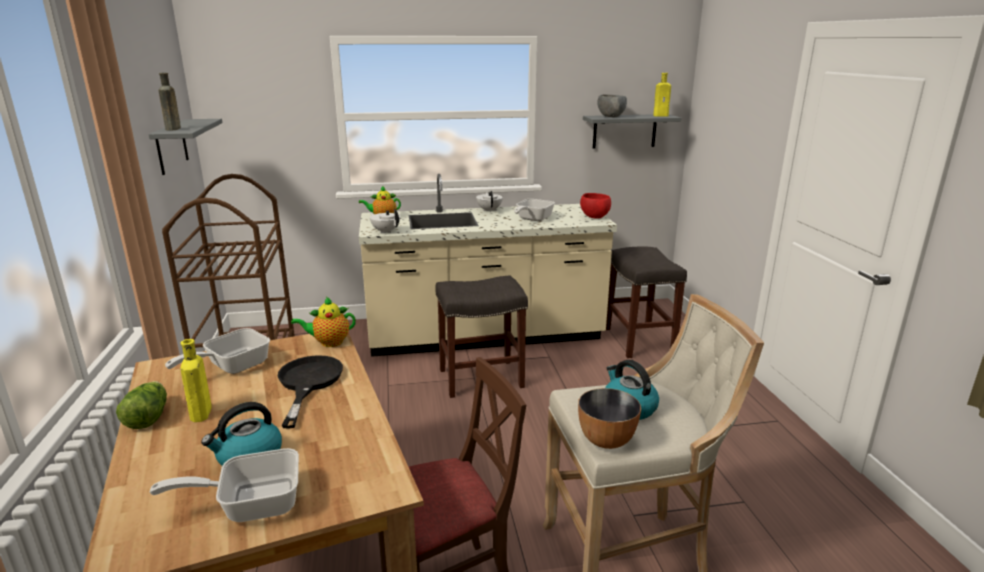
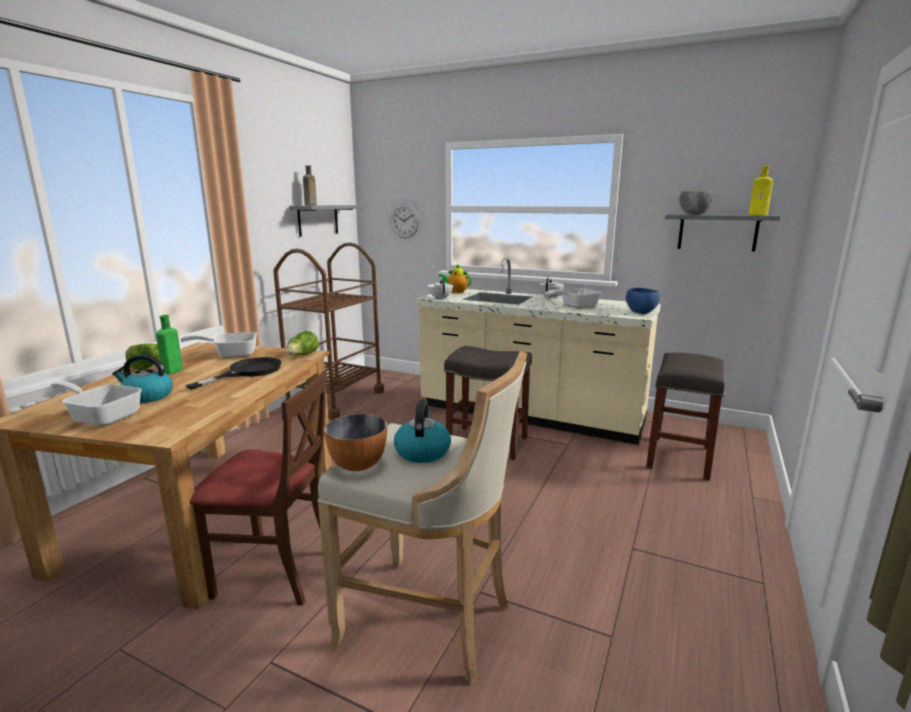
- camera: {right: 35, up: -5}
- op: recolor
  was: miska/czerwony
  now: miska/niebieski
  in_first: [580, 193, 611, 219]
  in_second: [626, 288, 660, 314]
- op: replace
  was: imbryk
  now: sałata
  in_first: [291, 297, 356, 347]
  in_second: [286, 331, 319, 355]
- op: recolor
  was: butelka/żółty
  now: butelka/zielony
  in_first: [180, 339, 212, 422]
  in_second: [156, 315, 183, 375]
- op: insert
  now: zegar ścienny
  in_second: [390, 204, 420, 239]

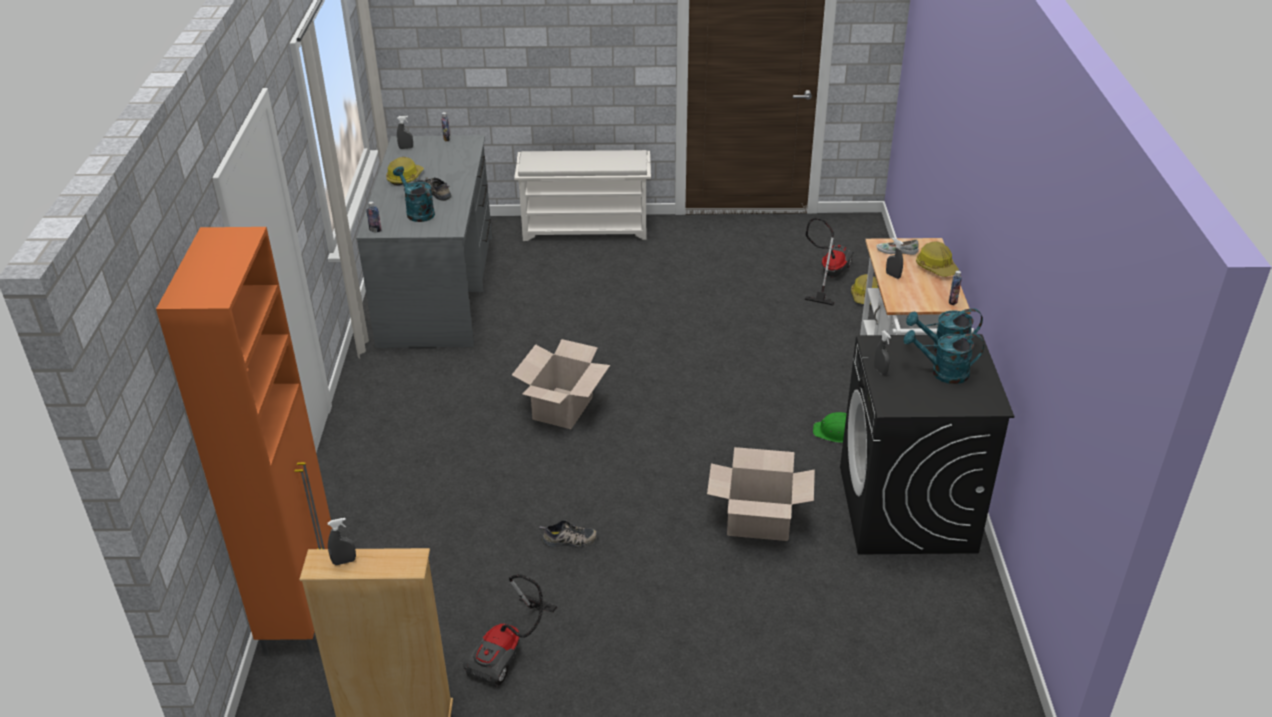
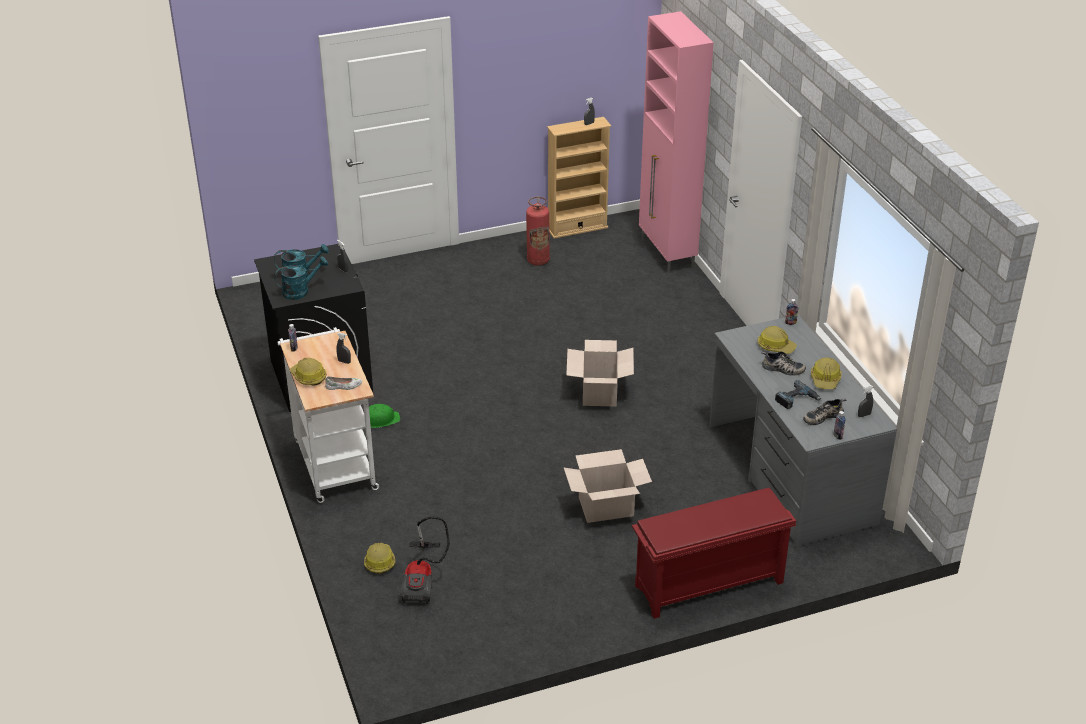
- camera: {right: 160, up: 0}
- op: recolor
  was: regał na buty/biały
  now: regał na buty/czerwony
  in_first: [514, 150, 651, 241]
  in_second: [632, 488, 796, 619]
- op: replace
  was: konewka/turkusowy
  now: kask
  in_first: [393, 166, 435, 222]
  in_second: [757, 326, 797, 354]
- op: recolor
  was: szafka/pomarańczowy
  now: szafka/różowy
  in_first: [156, 227, 332, 656]
  in_second: [639, 11, 714, 274]
- op: move
  was: karton
  in_first: [707, 447, 815, 541]
  in_second: [564, 449, 652, 523]
- op: move
  was: but
  in_first: [539, 520, 597, 548]
  in_second: [803, 399, 846, 425]
- op: replace
  was: odkurzacz
  now: gaśnica
  in_first: [463, 574, 557, 687]
  in_second: [526, 196, 550, 266]
- op: insert
  now: wiertarka
  in_second: [775, 380, 821, 409]

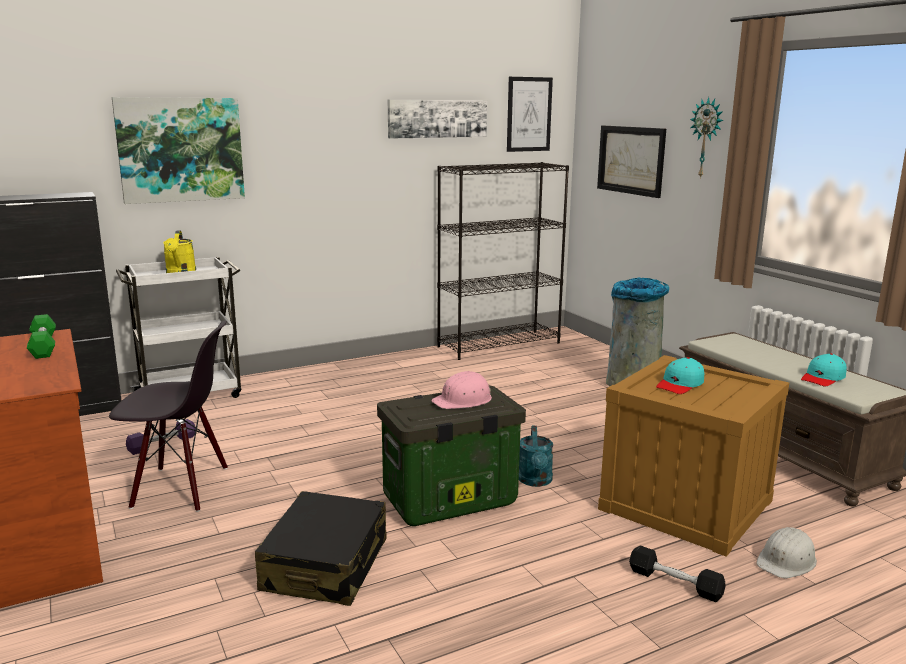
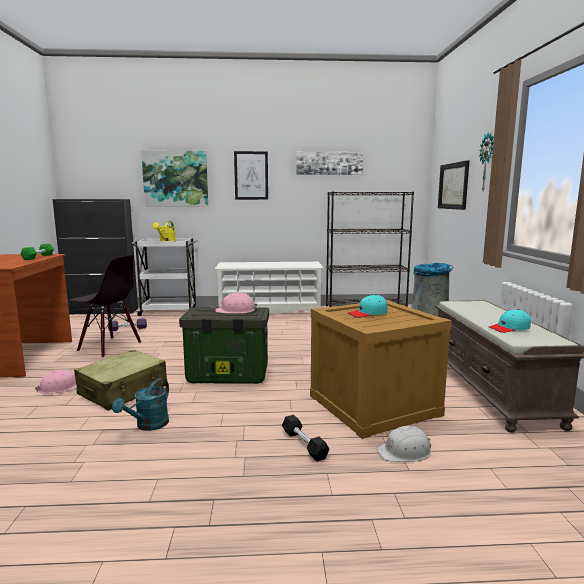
- camera: {right: 25, up: -5}
- op: move
  was: obraz
  in_first: [507, 77, 553, 152]
  in_second: [234, 151, 268, 200]
- op: move
  was: konewka/turkusowy
  in_first: [519, 426, 553, 487]
  in_second: [112, 378, 169, 431]
- op: recolor
  was: walizka/czarny
  now: walizka/beżowy
  in_first: [255, 491, 386, 606]
  in_second: [74, 350, 167, 411]
- op: insert
  now: regał na buty/biały
  in_second: [215, 262, 324, 314]
- op: insert
  now: kask/różowy
  in_second: [35, 370, 77, 394]

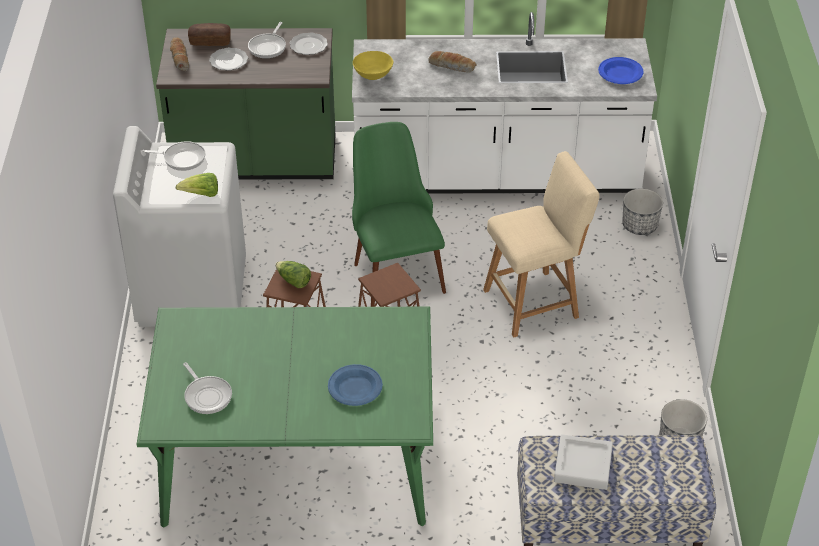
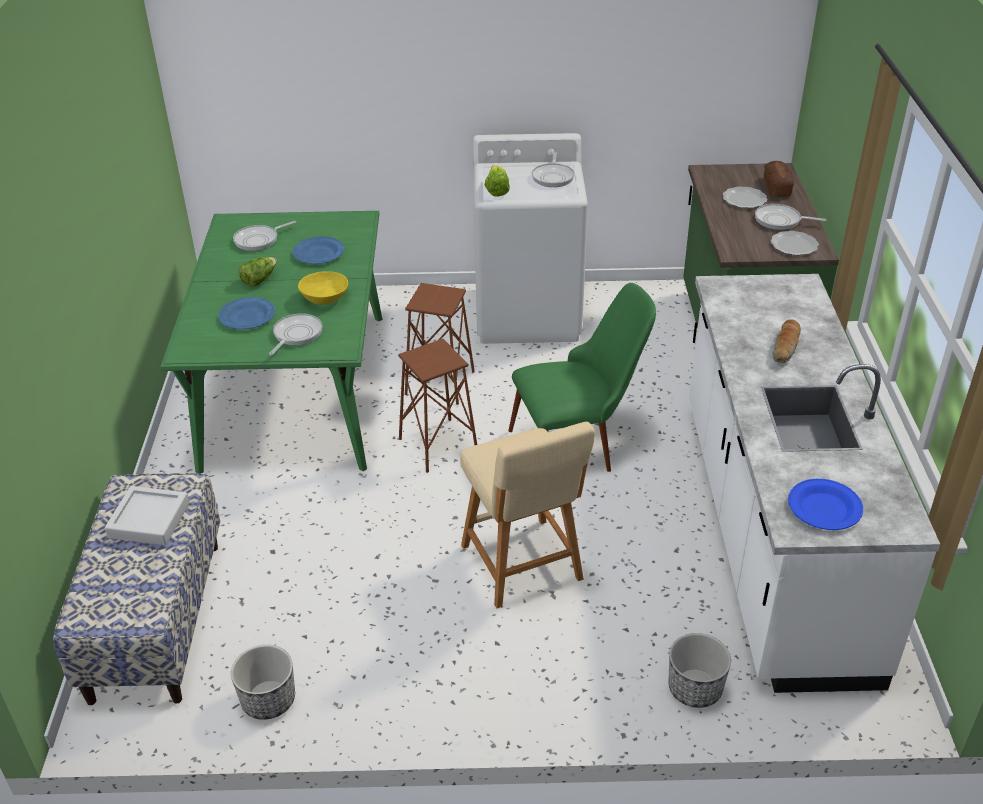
- camera: {right: 90, up: -5}
- op: delete
  was: chleb
  in_first: [170, 37, 189, 71]
- op: move
  was: miska/żółty
  in_first: [353, 51, 393, 80]
  in_second: [298, 271, 348, 305]
- op: move
  was: sałata
  in_first: [275, 261, 311, 288]
  in_second: [238, 257, 277, 287]
- op: insert
  now: talerz/niebieski
  in_second: [292, 236, 344, 264]
- op: insert
  now: patelnia
  in_second: [269, 313, 322, 355]

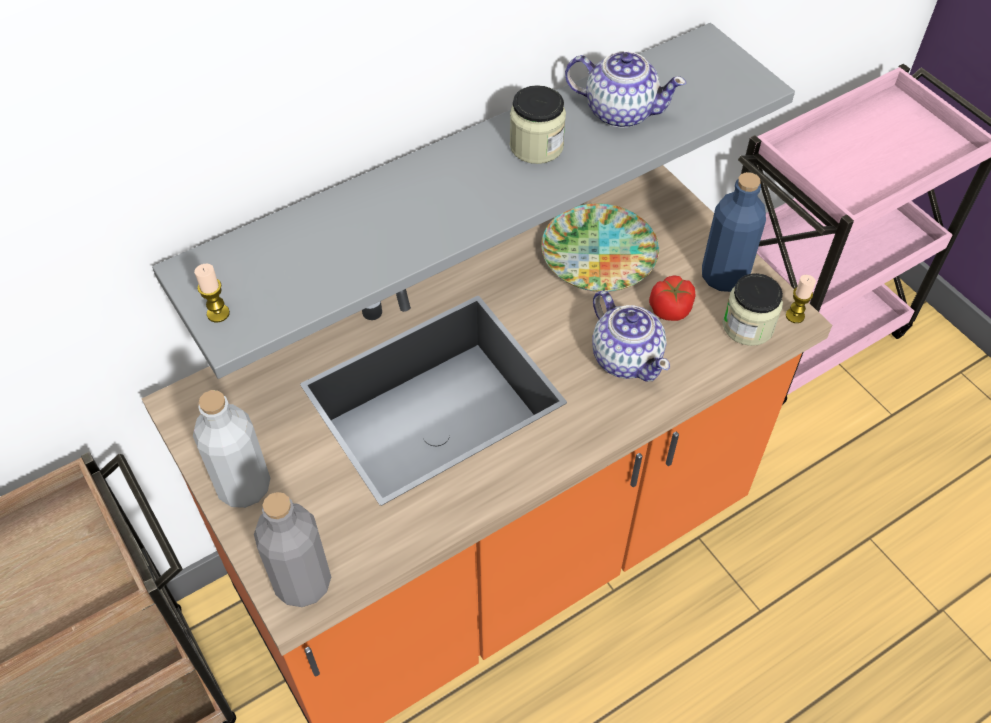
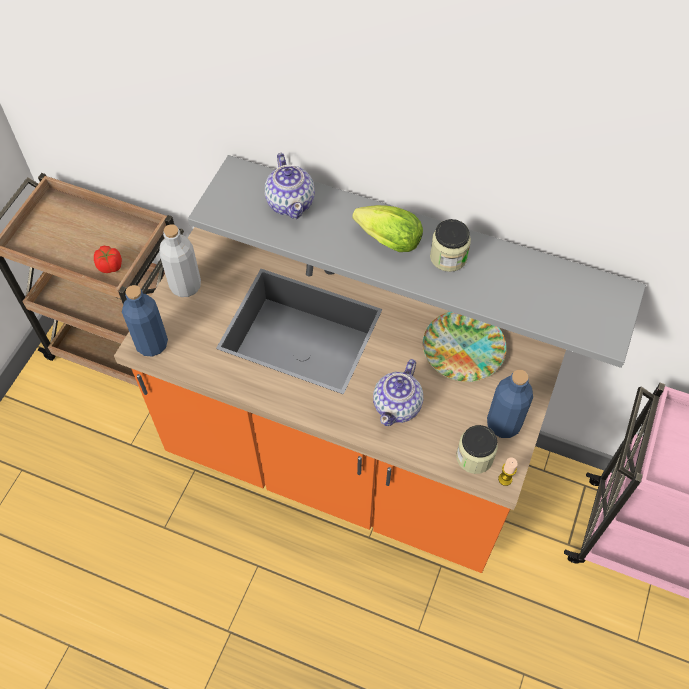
- camera: {right: 55, up: 5}
- op: move
  was: imbryk
  in_first: [565, 51, 686, 128]
  in_second: [265, 153, 315, 219]
- op: delete
  was: świeca
  in_first: [194, 264, 230, 322]
- op: move
  was: pomidor
  in_first: [649, 275, 695, 321]
  in_second: [94, 246, 122, 273]
- op: recolor
  was: butelka/szary
  now: butelka/niebieski
  in_first: [254, 492, 331, 607]
  in_second: [122, 285, 168, 357]
- op: insert
  now: sałata
  in_second: [352, 205, 423, 252]

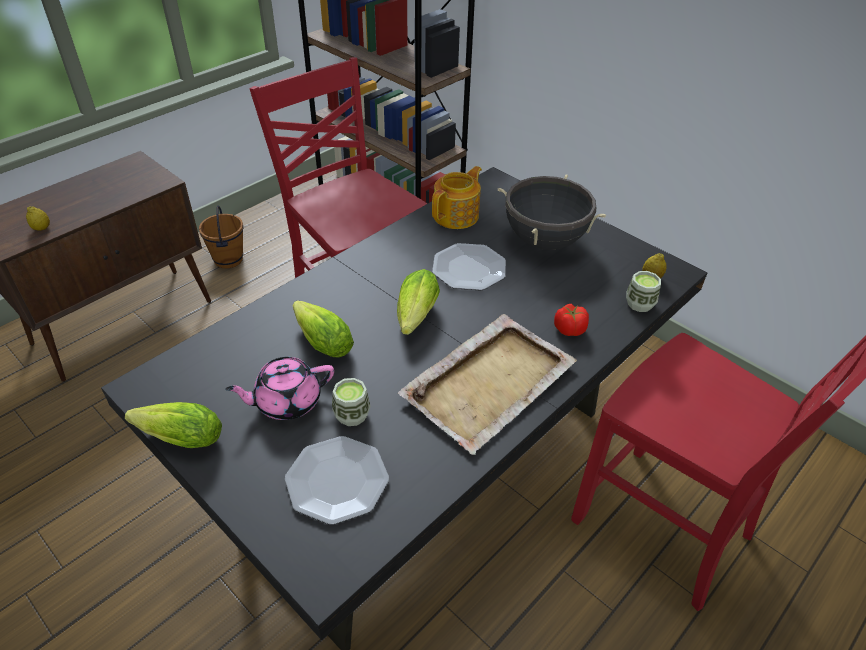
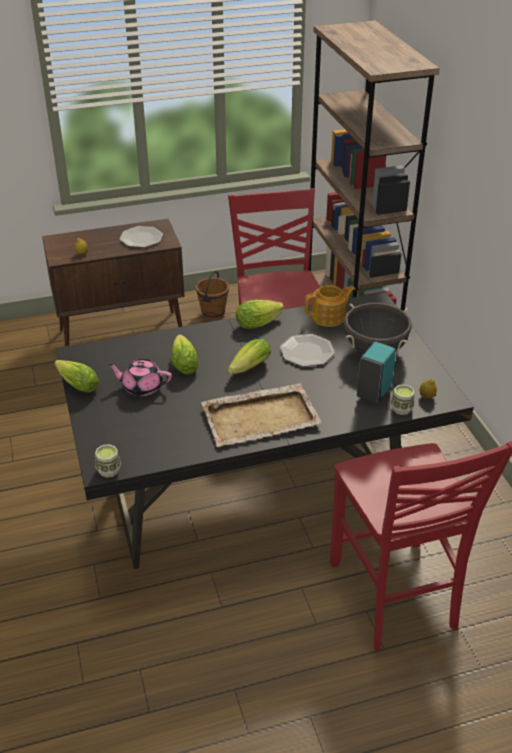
- camera: {right: 30, up: -5}
- op: delete
  was: pomidor
  in_first: [554, 304, 589, 336]
- op: move
  was: filiżanka
  in_first: [332, 378, 371, 426]
  in_second: [95, 444, 121, 478]
- op: move
  was: talerz
  in_first: [285, 436, 389, 525]
  in_second: [120, 226, 163, 248]
- op: insert
  now: sałata
  in_second: [236, 300, 284, 329]
- op: insert
  now: dozownik mydła/turkusowy
  in_second: [357, 342, 396, 404]

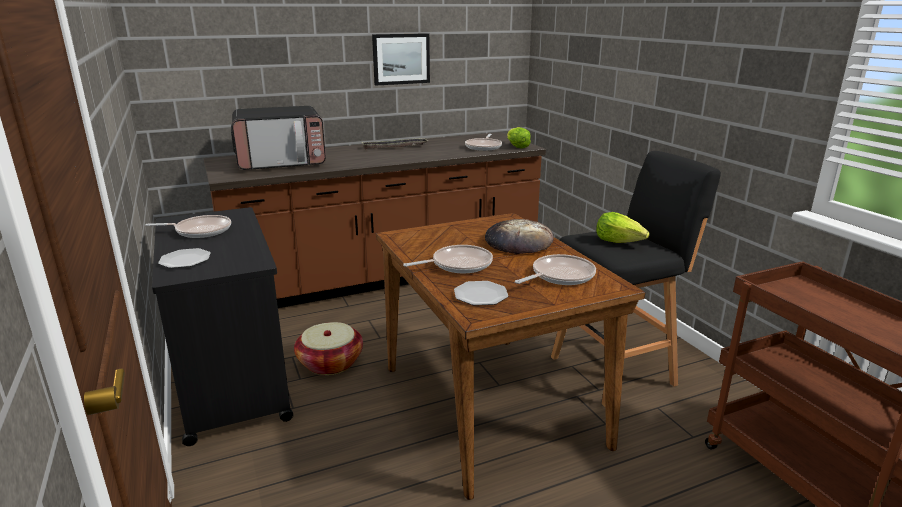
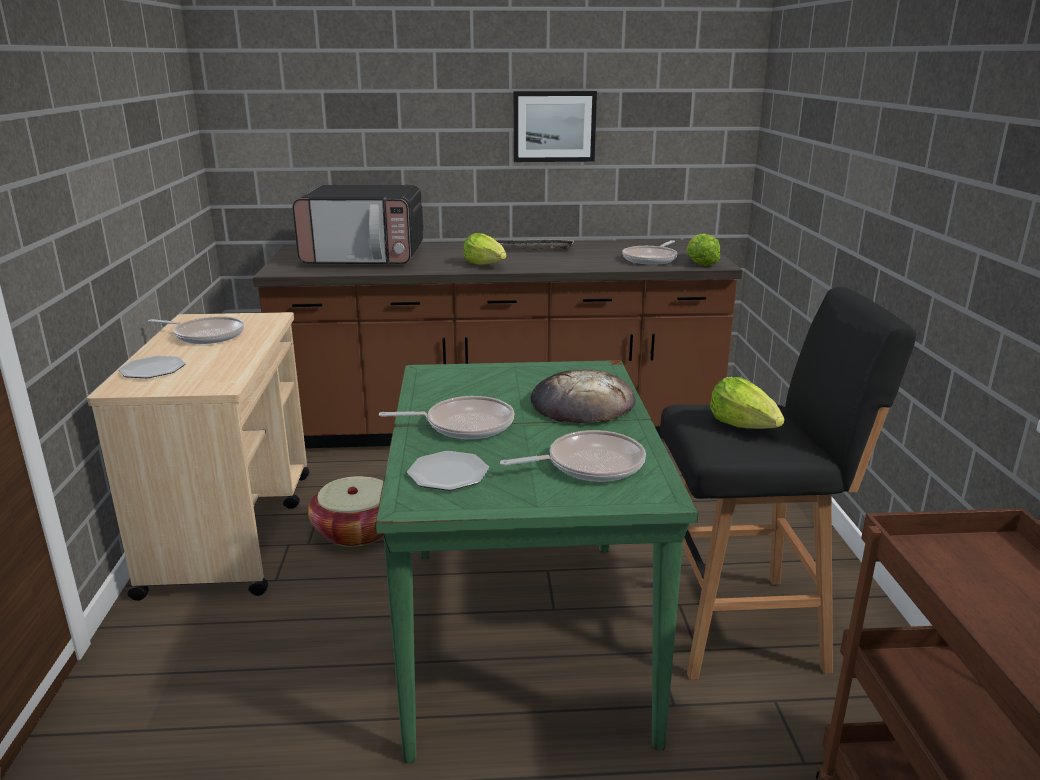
- camera: {right: 20, up: 0}
- op: recolor
  was: wózek/czarny
  now: wózek/beżowy
  in_first: [152, 207, 293, 446]
  in_second: [87, 312, 310, 601]
- op: recolor
  was: stół jadalny/brązowy
  now: stół jadalny/zielony
  in_first: [376, 213, 646, 500]
  in_second: [375, 360, 698, 763]
- op: insert
  now: sałata
  in_second: [463, 233, 507, 265]

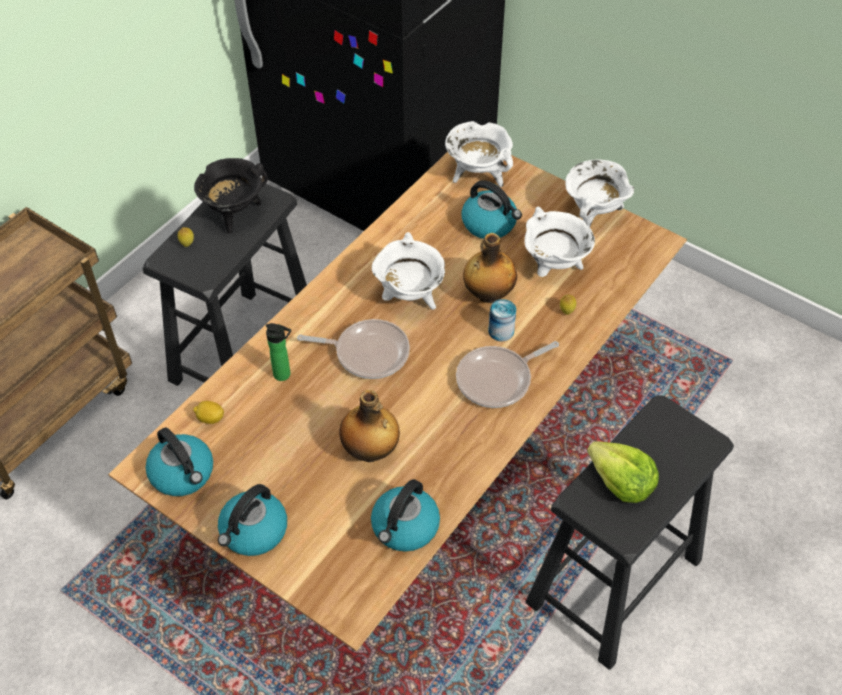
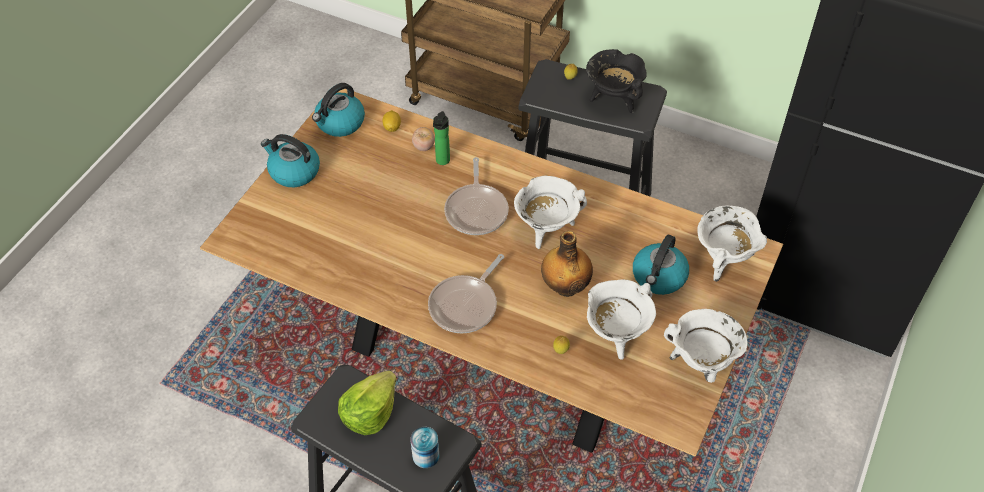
- camera: {right: 80, up: 0}
- op: move
  was: puszka
  in_first: [488, 299, 516, 341]
  in_second: [410, 427, 439, 468]
- op: rotate
  was: patelnia
  in_first: [456, 341, 559, 408]
  in_second: [428, 254, 504, 334]
  clockwise: -105
- op: delete
  was: butelka
  in_first: [339, 390, 400, 462]
- op: delete
  was: czajnik
  in_first: [371, 479, 440, 552]
- op: insert
  now: pomidor
  in_second: [412, 127, 435, 151]

